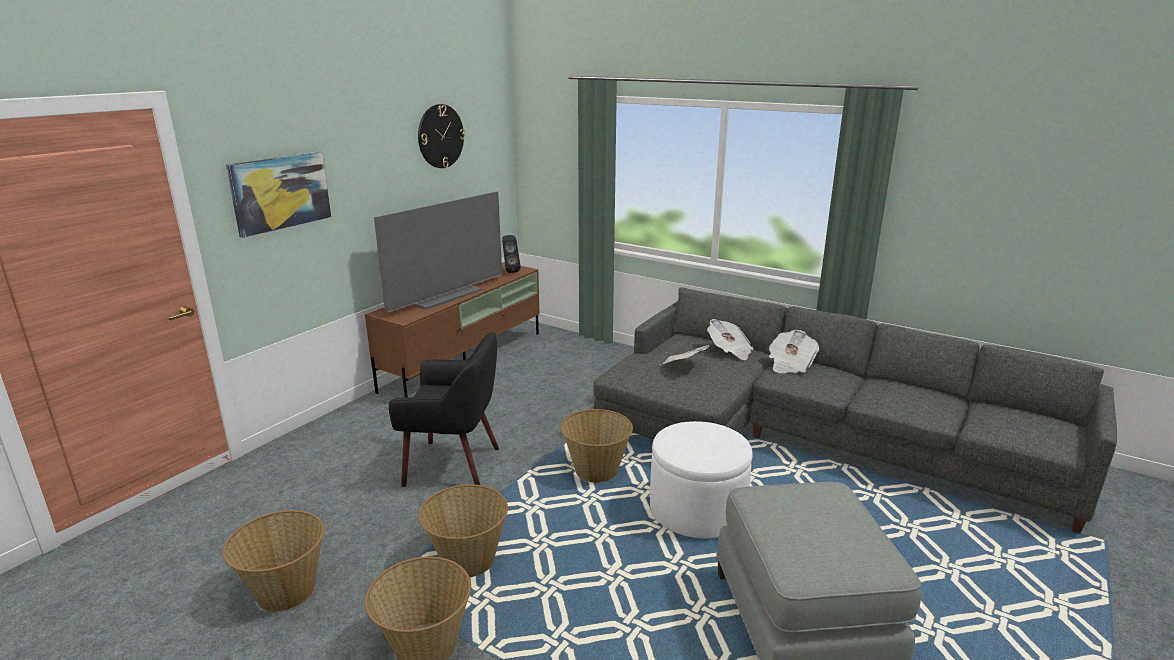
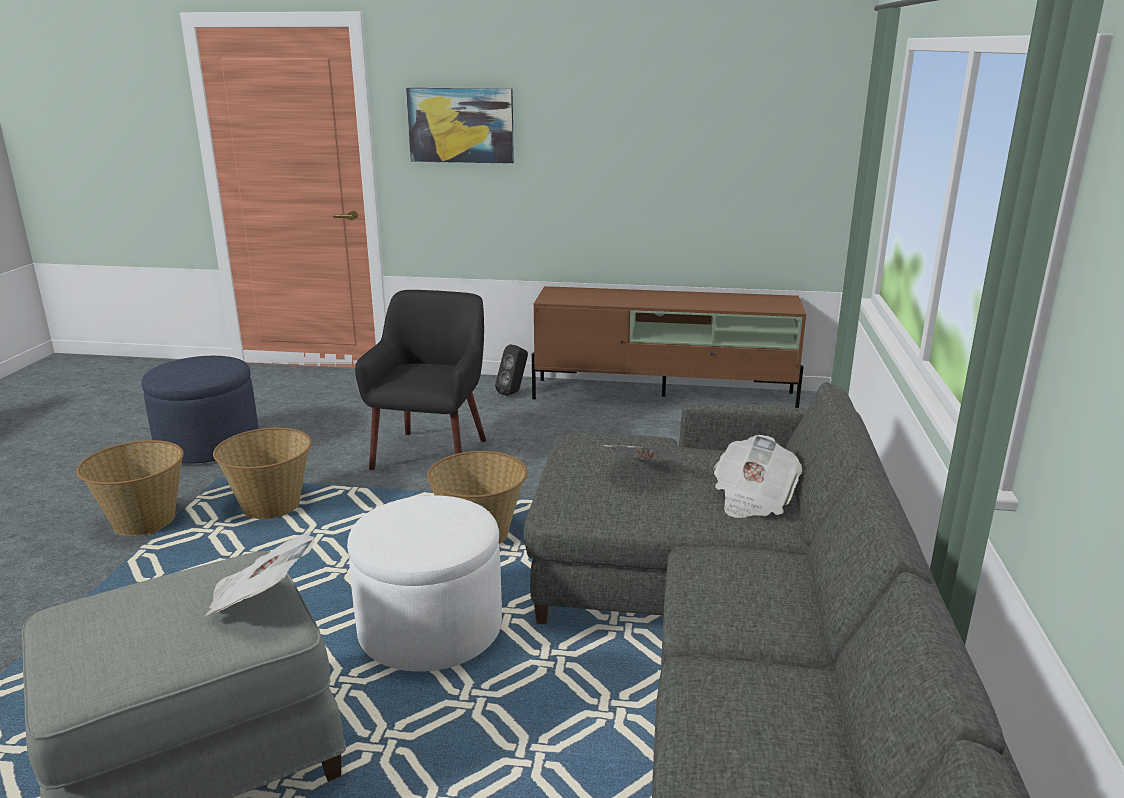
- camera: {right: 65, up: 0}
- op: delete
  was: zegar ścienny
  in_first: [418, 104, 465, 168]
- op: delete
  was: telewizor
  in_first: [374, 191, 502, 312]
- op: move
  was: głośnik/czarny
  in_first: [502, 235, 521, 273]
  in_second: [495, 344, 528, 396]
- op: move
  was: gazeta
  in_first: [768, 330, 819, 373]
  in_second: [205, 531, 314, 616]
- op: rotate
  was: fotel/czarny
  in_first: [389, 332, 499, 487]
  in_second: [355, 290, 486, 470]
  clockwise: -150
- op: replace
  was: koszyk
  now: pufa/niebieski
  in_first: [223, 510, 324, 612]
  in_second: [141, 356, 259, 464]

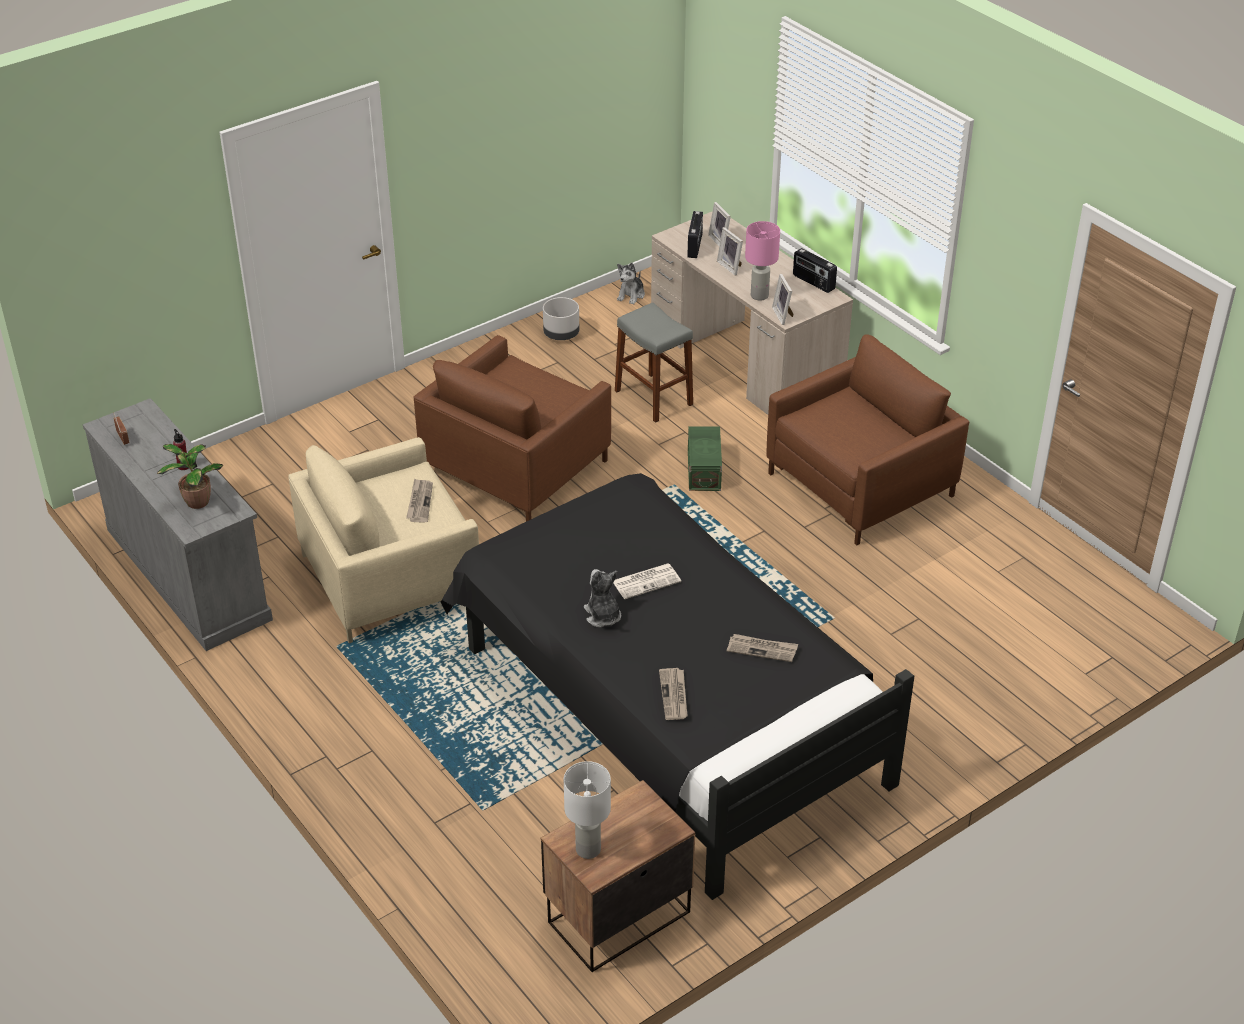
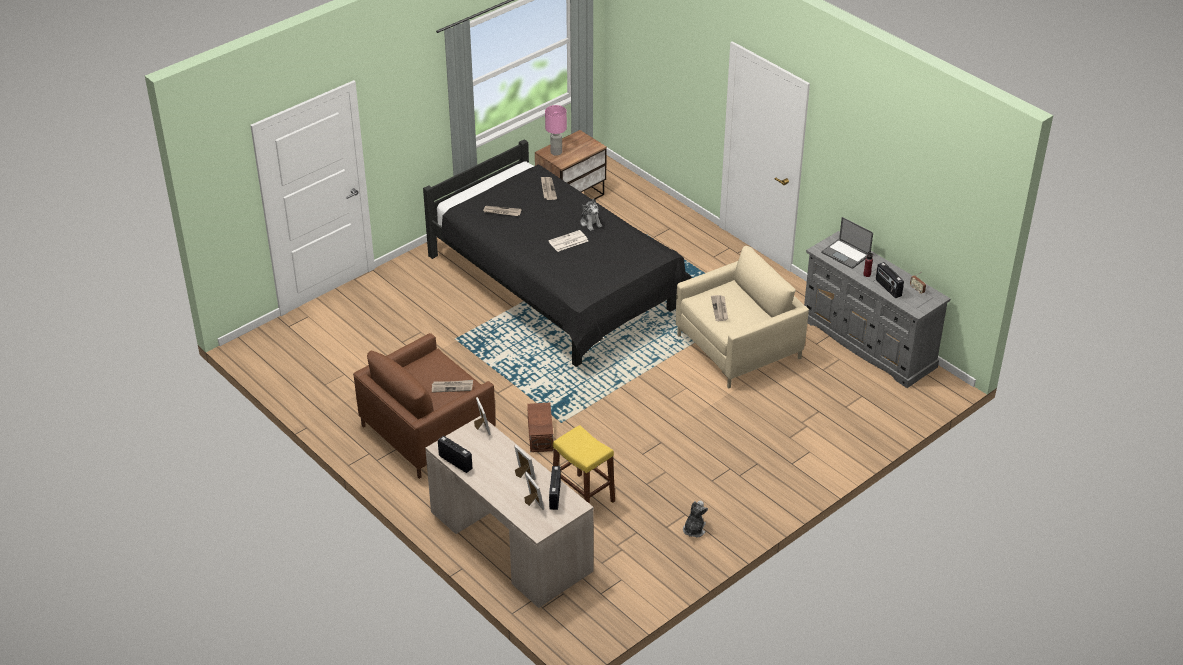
- camera: {right: 175, up: 0}
- op: move
  was: lampa stołowa/różowy
  in_first: [745, 221, 780, 300]
  in_second: [545, 105, 567, 156]
- op: move
  was: pluszak
  in_first: [617, 262, 645, 305]
  in_second: [683, 501, 708, 538]
- op: delete
  was: donica/szary
  in_first: [543, 297, 579, 340]
- op: recolor
  was: stołek/szary
  now: stołek/żółty
  in_first: [615, 303, 693, 423]
  in_second: [553, 425, 615, 504]
- op: delete
  was: fotel/brązowy
  in_first: [413, 335, 611, 522]
- op: recolor
  was: pojemnik do przechowywania/zielony
  now: pojemnik do przechowywania/brązowy
  in_first: [688, 426, 722, 491]
  in_second: [527, 403, 554, 452]
- op: replace
  was: roślina doniczkowa
  now: laptop
  in_first: [157, 444, 224, 509]
  in_second: [821, 217, 873, 269]
- op: delete
  was: lampa stołowa/biały
  in_first: [564, 761, 611, 859]
- op: insert
  now: radio
  in_second: [876, 262, 904, 298]
- op: insert
  now: gazeta
  in_second: [432, 380, 473, 393]

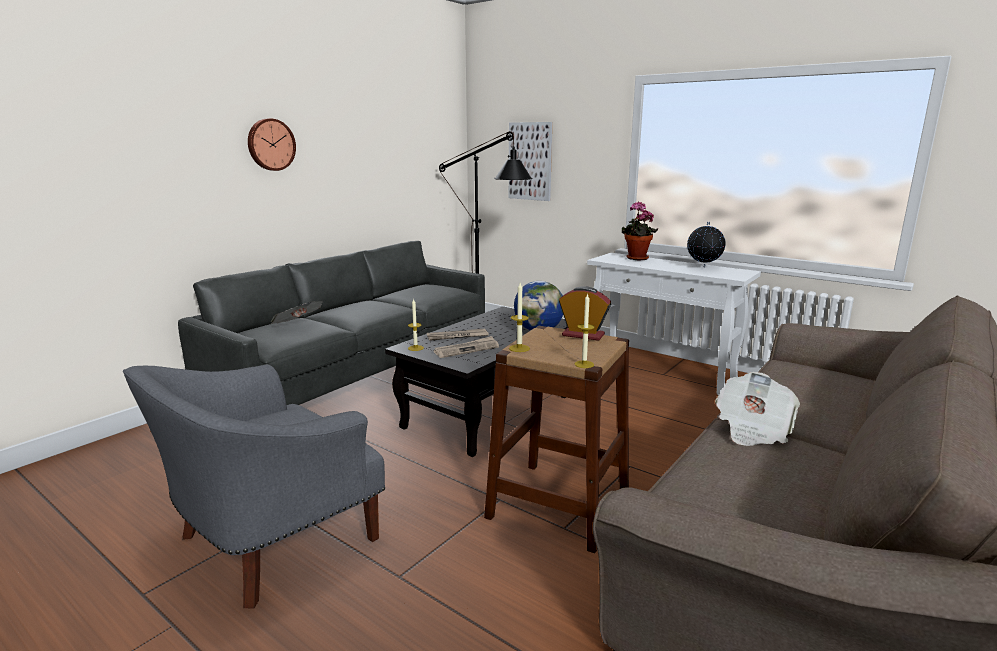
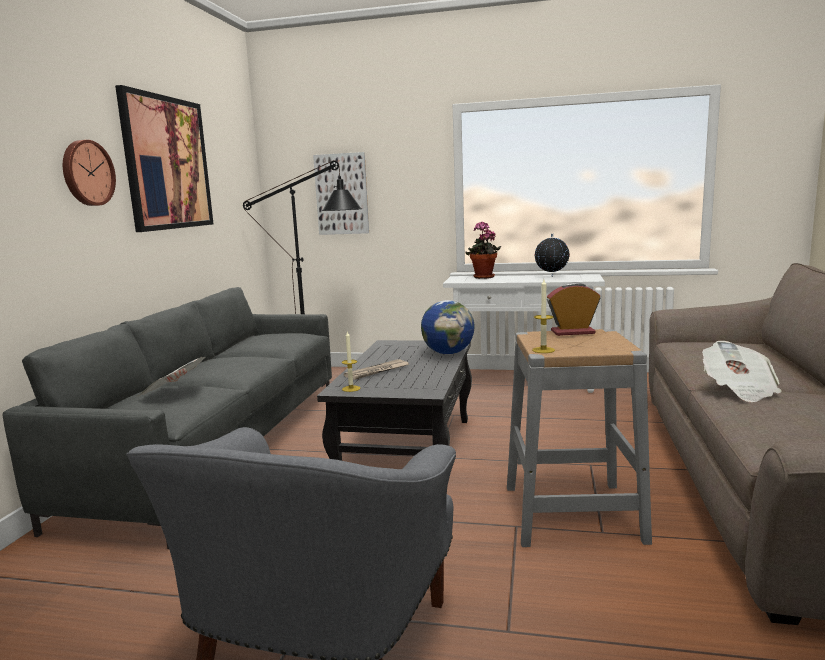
- camera: {right: -25, up: -5}
- op: delete
  was: świeca
  in_first: [574, 293, 595, 368]
- op: recolor
  was: stołek/brązowy
  now: stołek/szary
  in_first: [484, 326, 629, 553]
  in_second: [507, 329, 652, 547]
- op: delete
  was: gazeta
  in_first: [434, 336, 499, 358]
- op: insert
  now: obraz
  in_second: [115, 85, 213, 232]

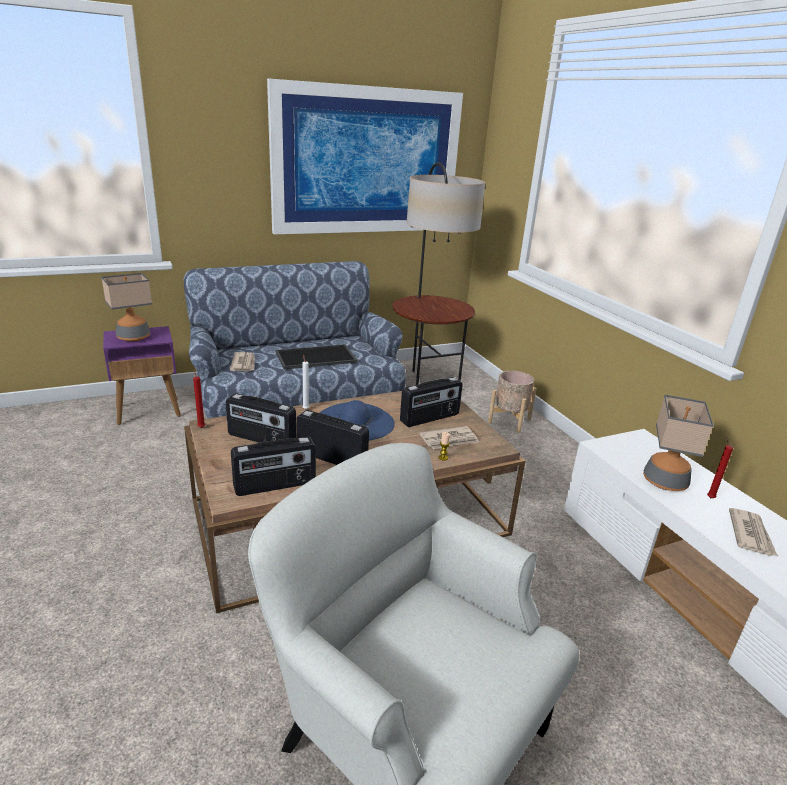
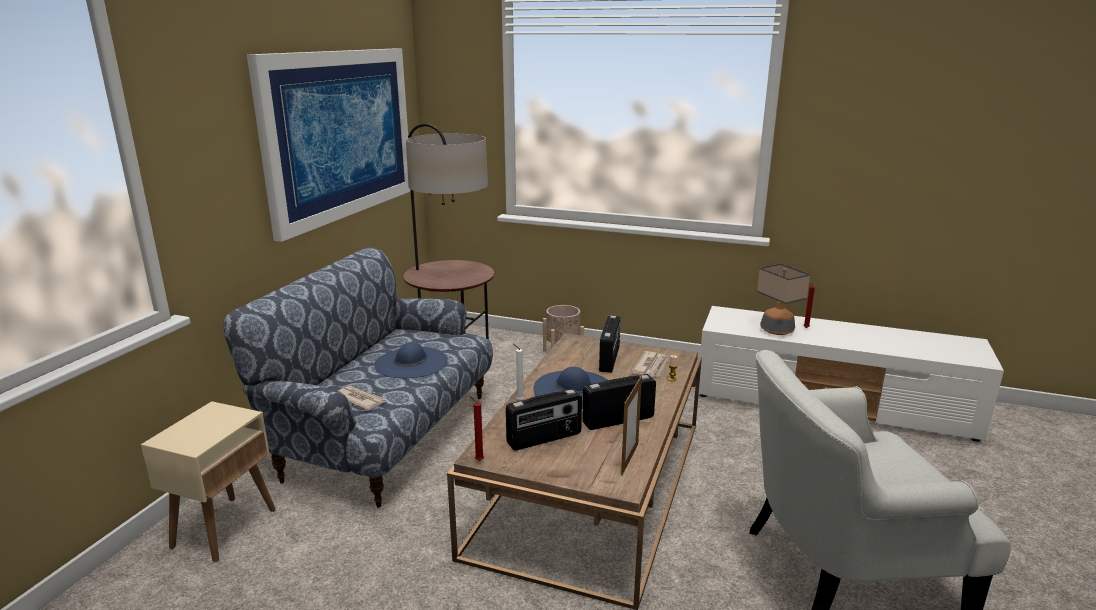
- camera: {right: -45, up: -5}
- op: delete
  was: lampa stołowa
  in_first: [101, 273, 152, 342]
- op: recolor
  was: stolik/fioletowy
  now: stolik/beżowy
  in_first: [103, 326, 181, 425]
  in_second: [141, 401, 276, 562]
- op: replace
  was: taca
  now: kapelusz/niebieski
  in_first: [275, 344, 358, 369]
  in_second: [374, 342, 448, 378]
- op: replace
  was: radio
  now: ramka na zdjęcie
  in_first: [231, 437, 316, 496]
  in_second: [621, 376, 642, 476]
- op: delete
  was: gazeta
  in_first: [729, 508, 778, 556]

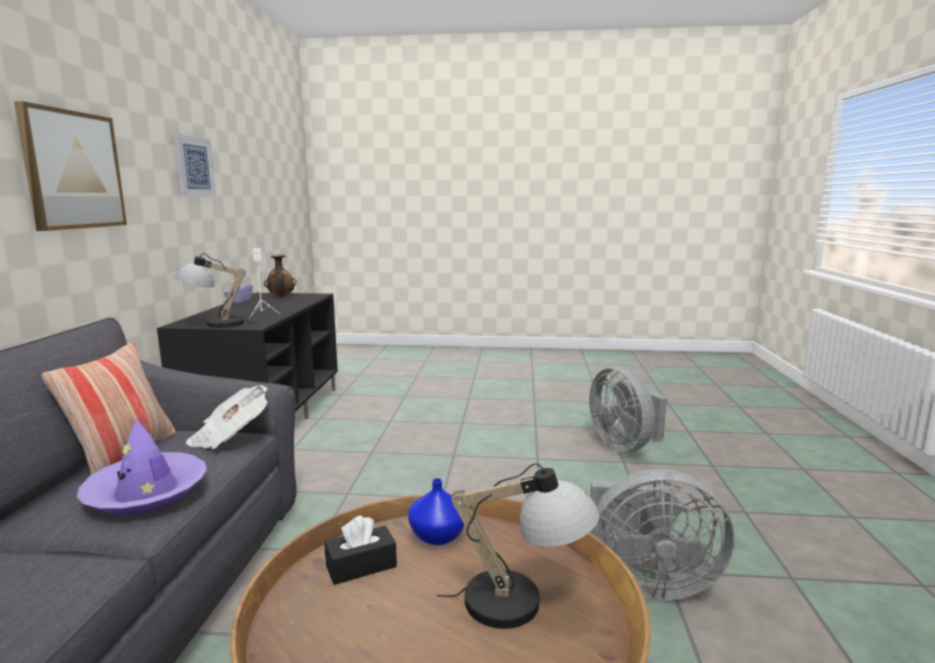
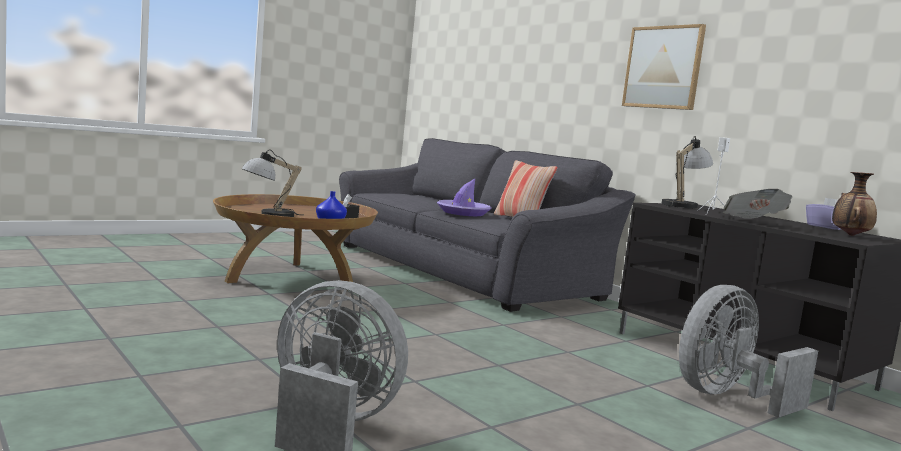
- camera: {right: 135, up: -5}
- op: delete
  was: obraz
  in_first: [174, 134, 216, 196]
- op: move
  was: gazeta
  in_first: [186, 385, 268, 449]
  in_second: [723, 189, 792, 219]
- op: move
  was: wentylator/szary
  in_first: [590, 469, 734, 600]
  in_second: [679, 285, 818, 418]

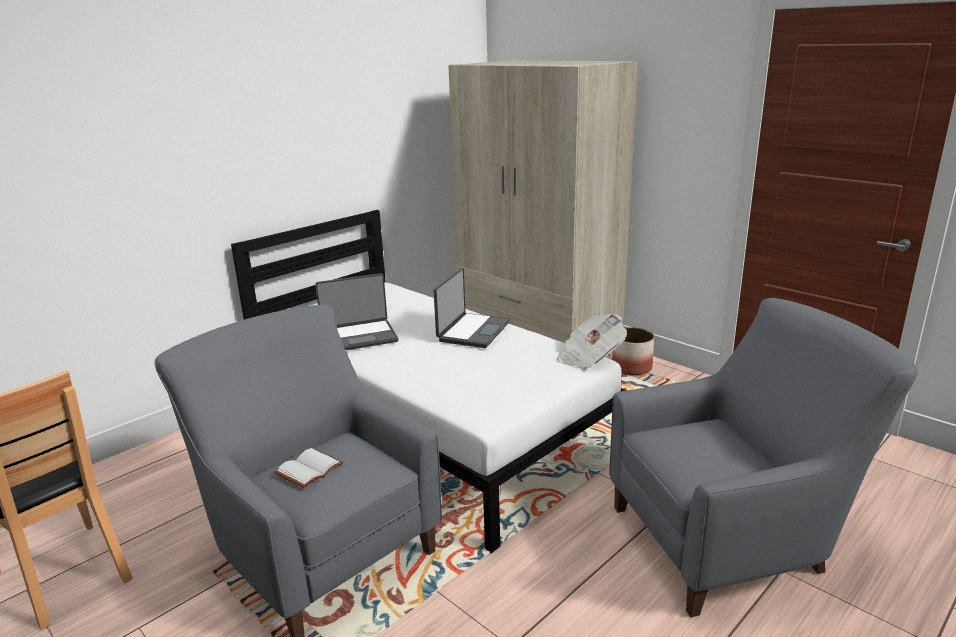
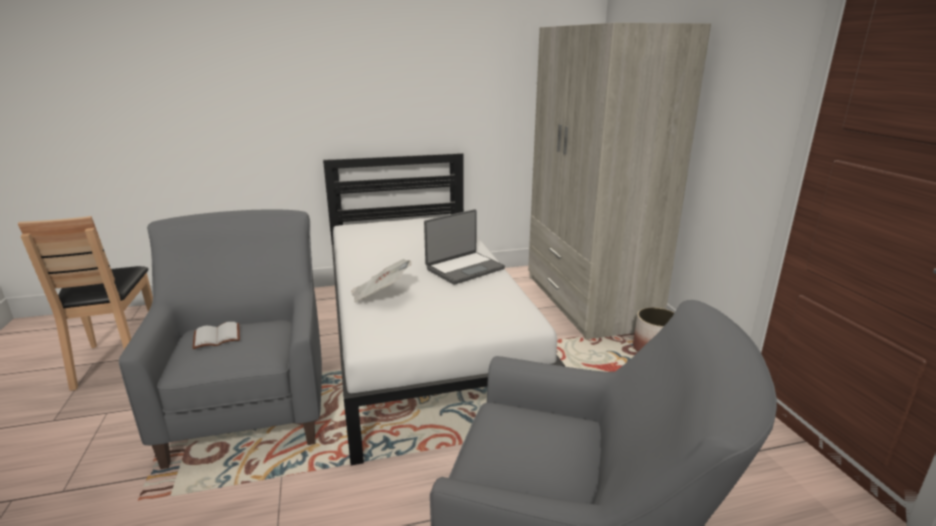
- camera: {right: 30, up: 0}
- op: delete
  was: laptop
  in_first: [315, 273, 399, 350]
- op: move
  was: gazeta
  in_first: [557, 314, 627, 368]
  in_second: [351, 259, 411, 302]

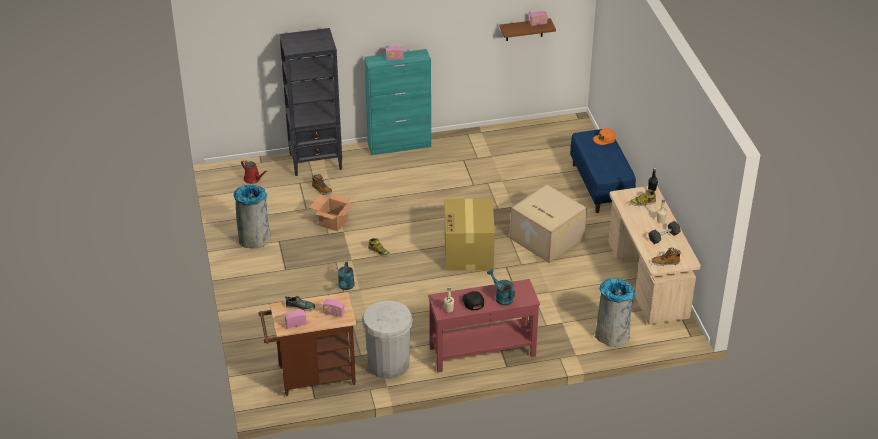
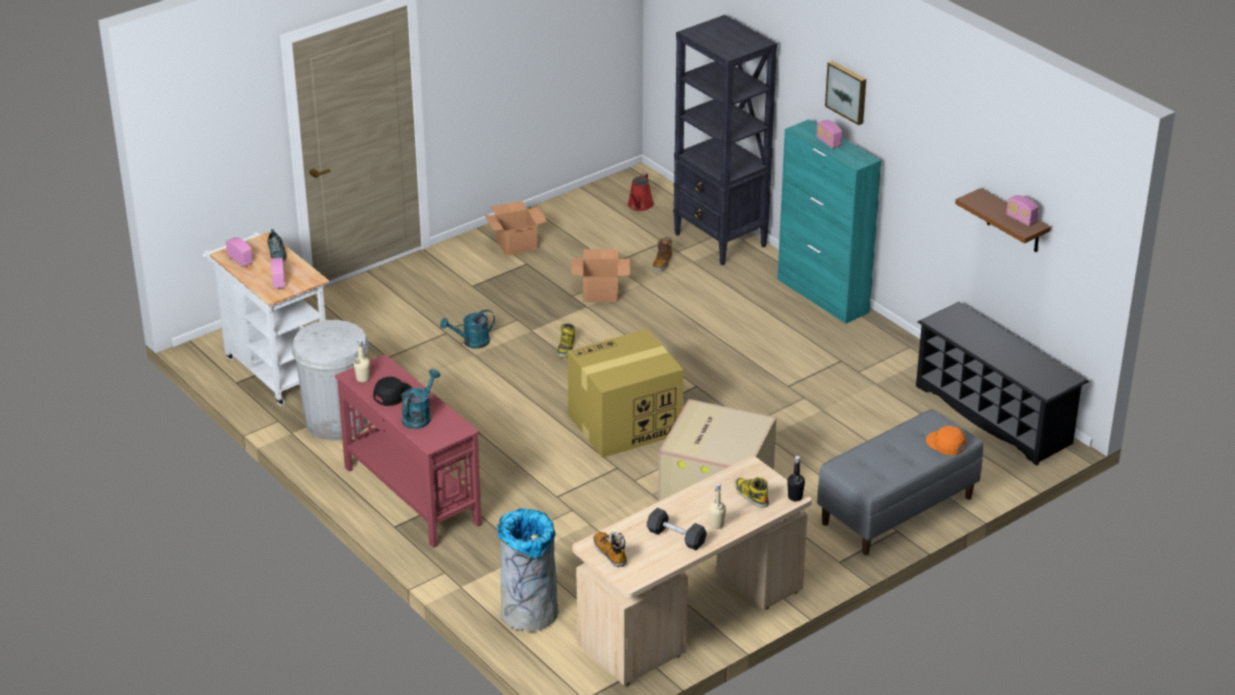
- camera: {right: 65, up: -5}
- op: recolor
  was: ławka/niebieski
  now: ławka/szary
  in_first: [570, 128, 636, 213]
  in_second: [817, 409, 983, 555]
- op: replace
  was: kosz na śmieci/szary
  now: karton
  in_first: [233, 185, 271, 249]
  in_second: [485, 201, 548, 256]
- op: recolor
  was: wózek/brązowy
  now: wózek/biały
  in_first: [258, 292, 357, 396]
  in_second: [203, 232, 329, 406]
- op: insert
  now: obraz
  in_second: [825, 61, 866, 125]
- op: insert
  now: regał na buty/czarny
  in_second: [916, 302, 1089, 466]

